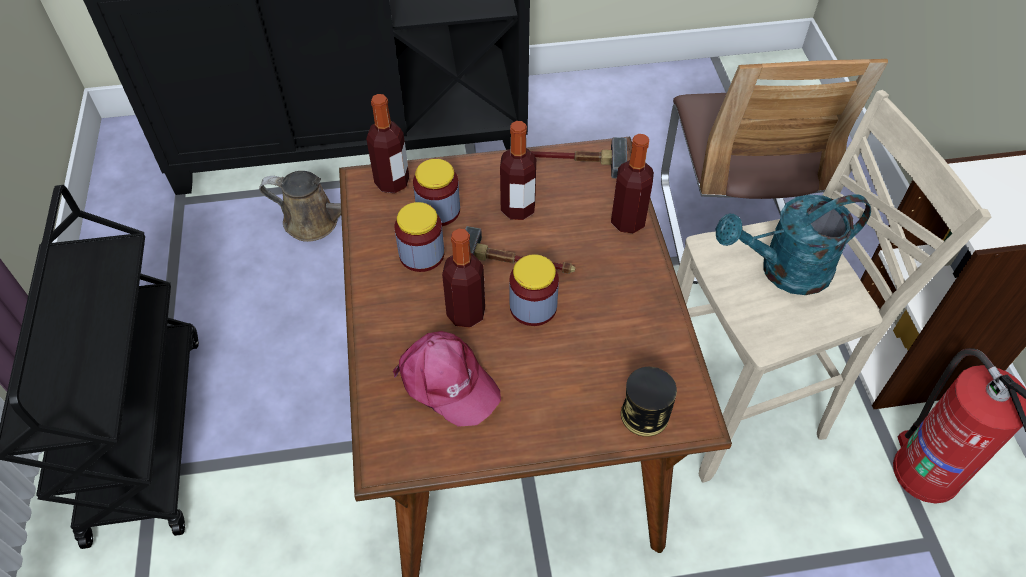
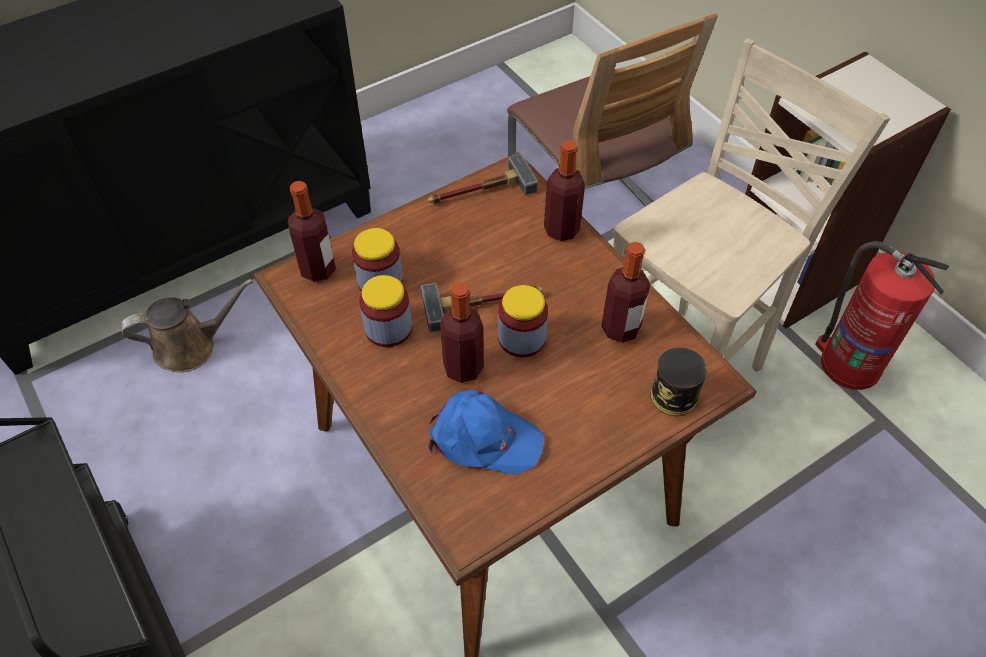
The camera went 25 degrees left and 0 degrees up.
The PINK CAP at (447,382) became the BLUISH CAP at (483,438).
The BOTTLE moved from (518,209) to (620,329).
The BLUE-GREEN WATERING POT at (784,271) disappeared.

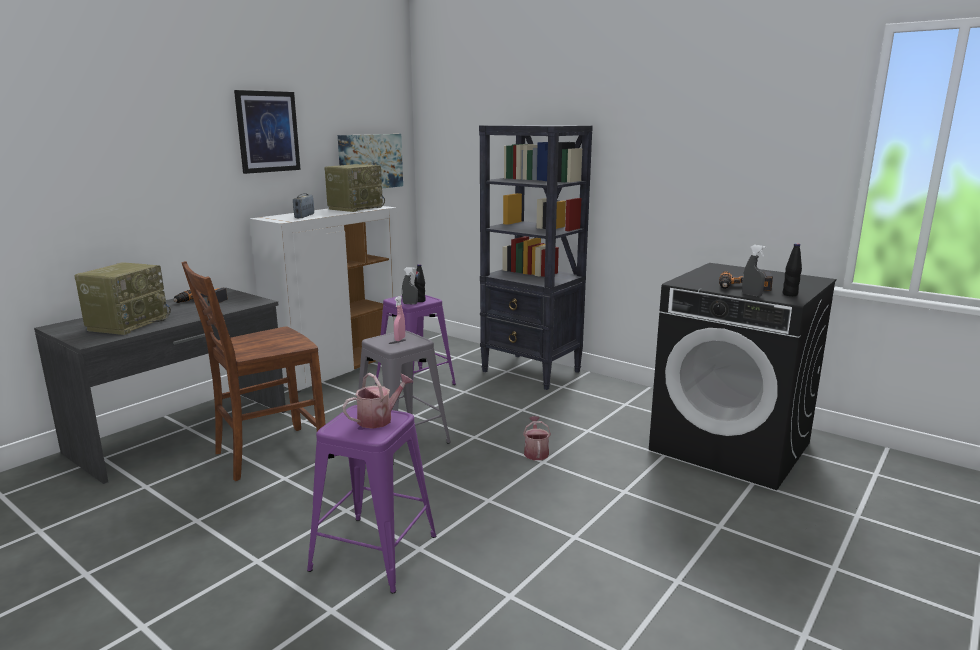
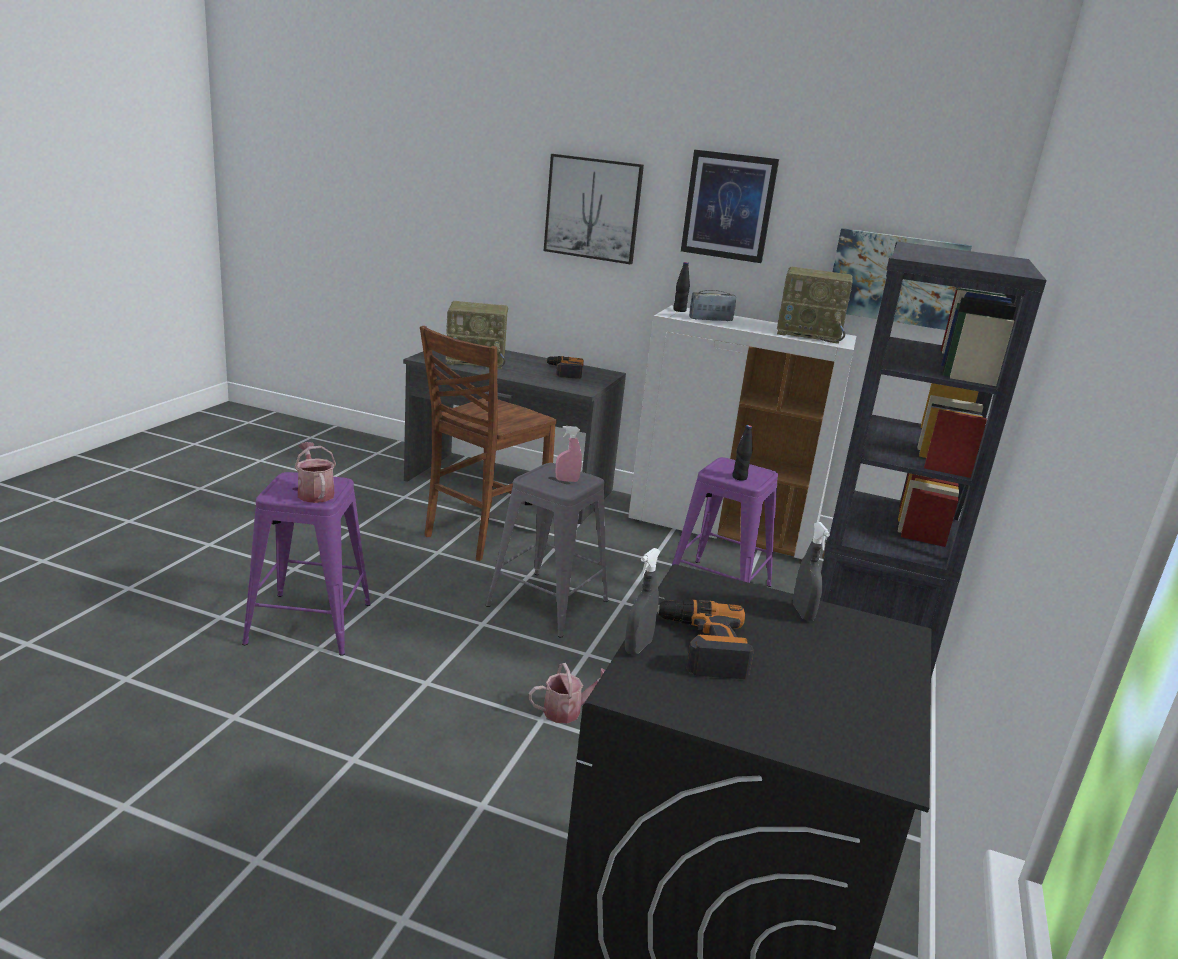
The camera went 70 degrees right and 5 degrees up.
The WATERING POT at (379,419) turned 150 degrees counterclockwise.
The BROWN-COLOURED CHAIR at (267,454) turned 90 degrees counterclockwise.
The WALL ART at (593,209) appeared.
The BLACK BOTTLE moved from (790,294) to (679,310).
The GREYISH SPRAYER moved from (410,304) to (803,613).

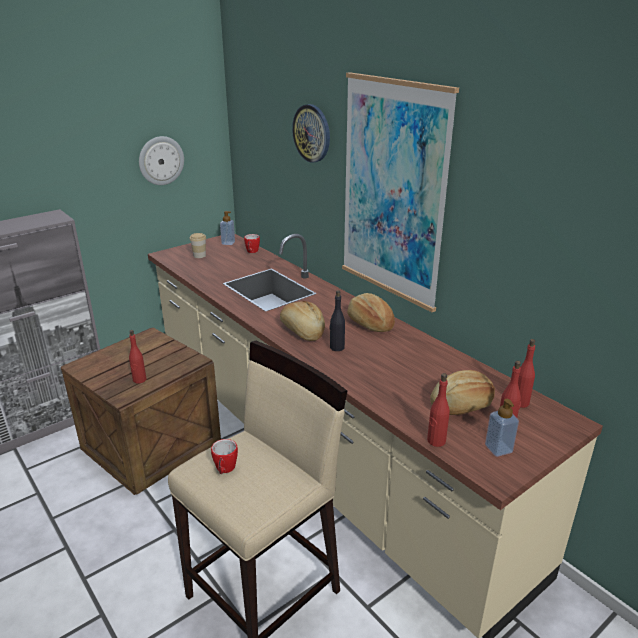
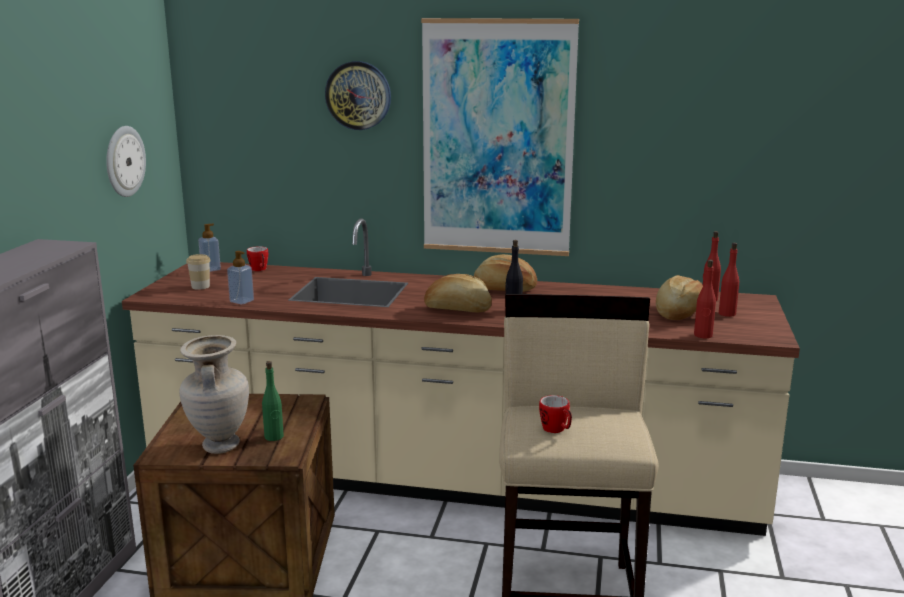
The camera went 40 degrees left and 10 degrees down.
The SAND-COLOURED DECORATIVE VASE at (219,446) appeared.
The SOAP DISPENSER moved from (498,449) to (241,301).
The RED-COLOURED BOTTLE at (139,380) became the GREENISH BOTTLE at (274,437).

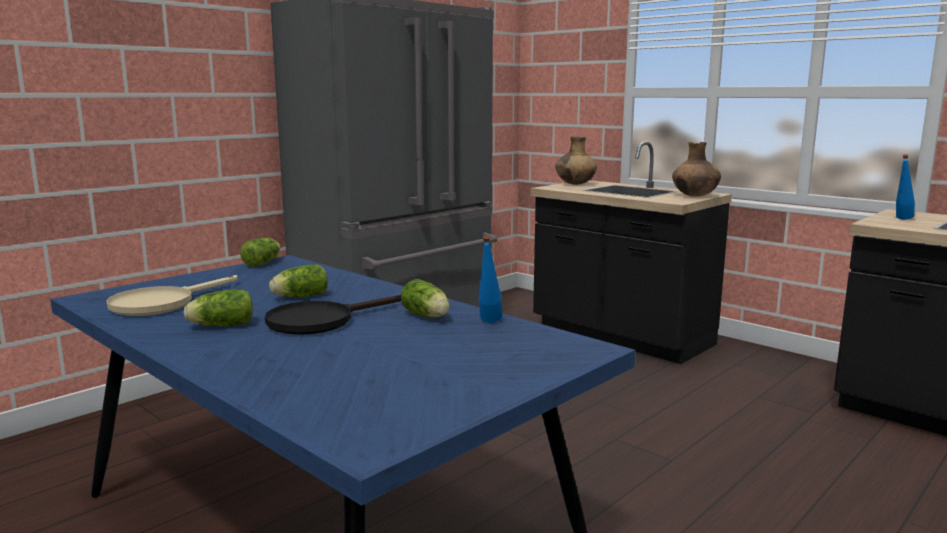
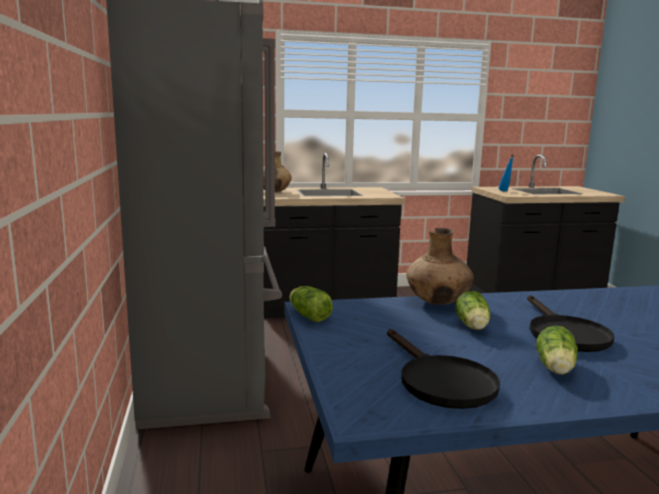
The camera went 55 degrees left and 0 degrees up.
The SAND-COLOURED SKILLET at (161,303) became the BLACK SKILLET at (439,381).
The BROWN-COLOURED DECORATIVE VASE moved from (695,196) to (438,302).
The LETTUCE at (427,316) disappeared.
The BLUISH BOTTLE at (489,323) disappeared.

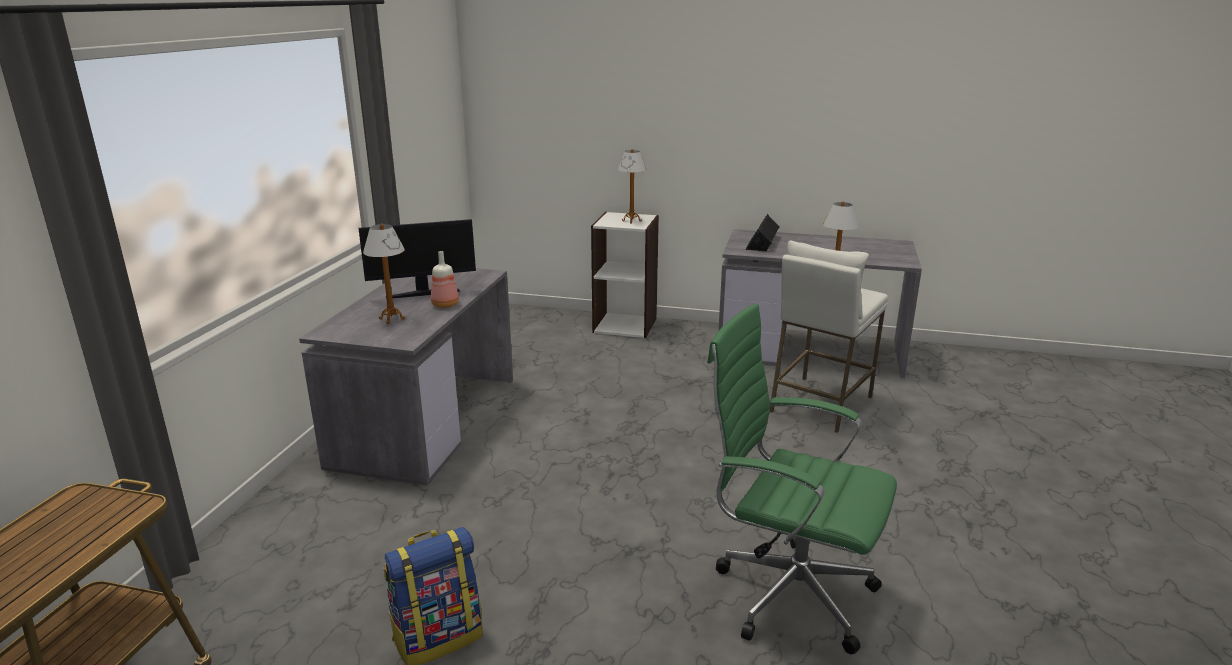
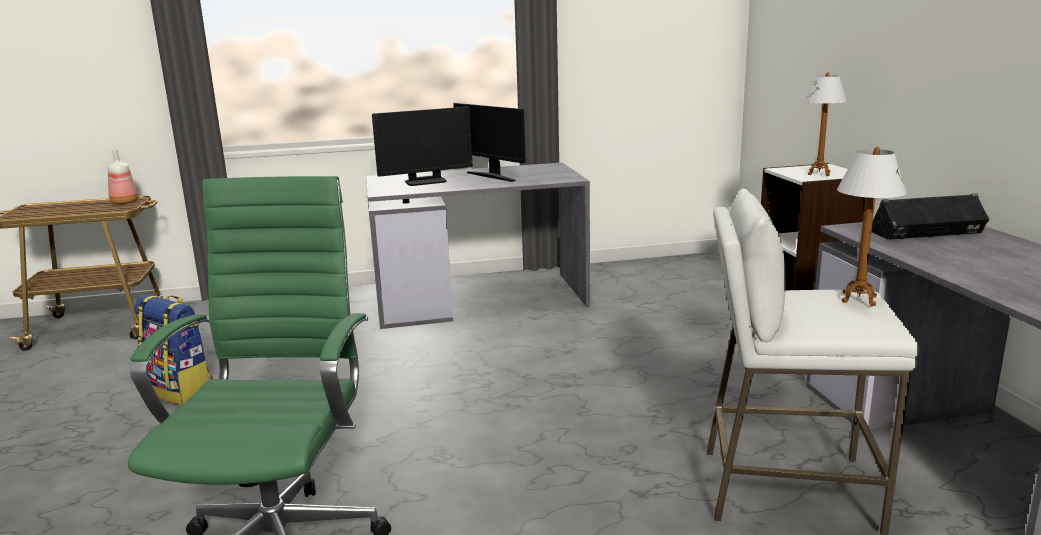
The camera went 65 degrees right and 5 degrees down.
The BOTTLE moved from (445,305) to (123,203).
The LAMP FOR A TABLE at (392,319) was replaced by the MONITOR at (425,181).

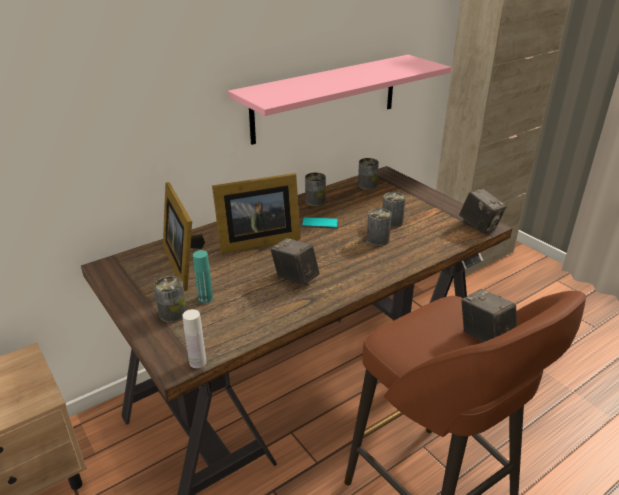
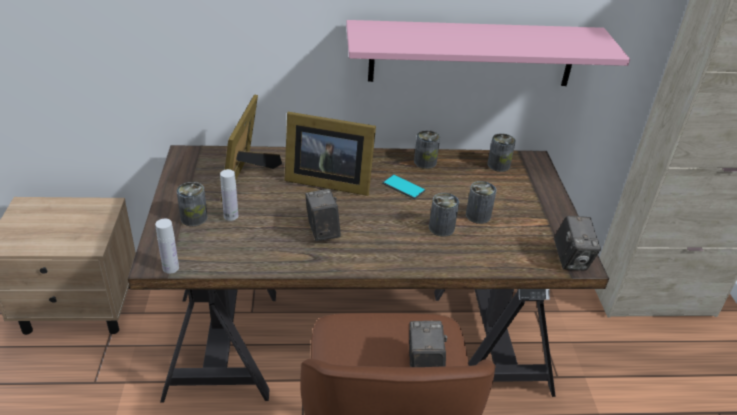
The camera went 30 degrees right and 5 degrees up.
The BLUE-GREEN BOTTLE at (205,298) became the WHITE BOTTLE at (231,216).

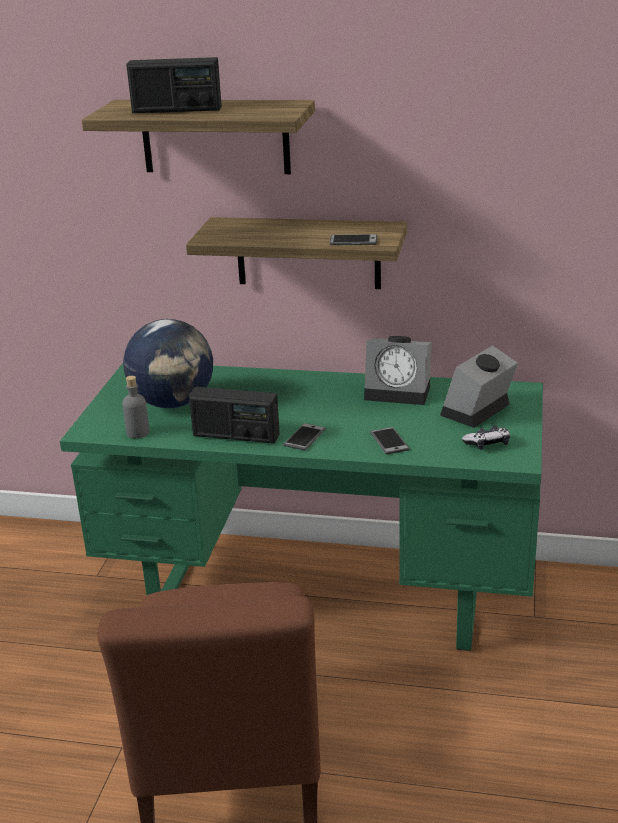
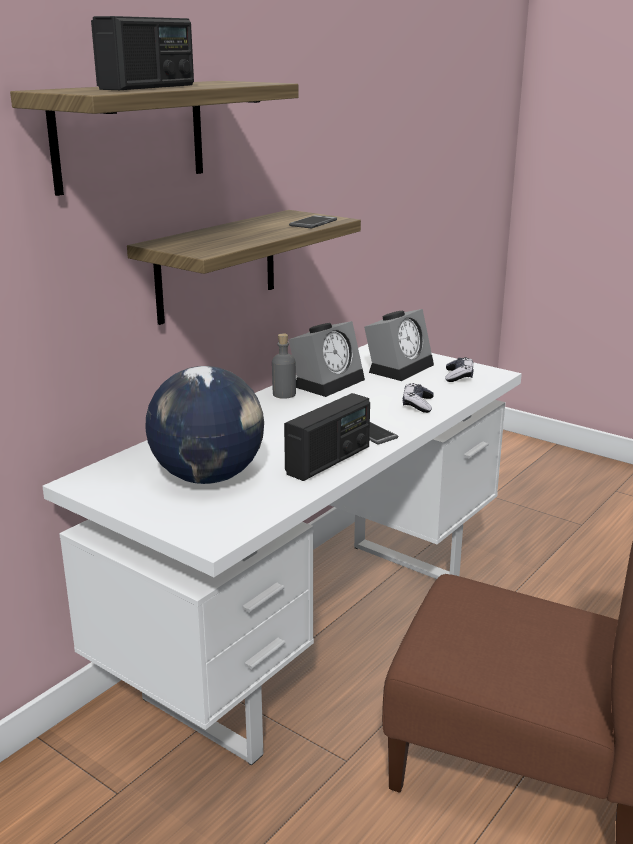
The camera went 65 degrees left and 5 degrees down.
The GREENISH DESK UNIT at (319,594) became the WHITE DESK UNIT at (315,632).
The GREYISH BOTTLE moved from (138,432) to (284,394).
The ALARM CLOCK at (476,411) turned 120 degrees counterclockwise.
The HANDSET at (389,441) was replaced by the GAME CONTROLLER at (417,404).

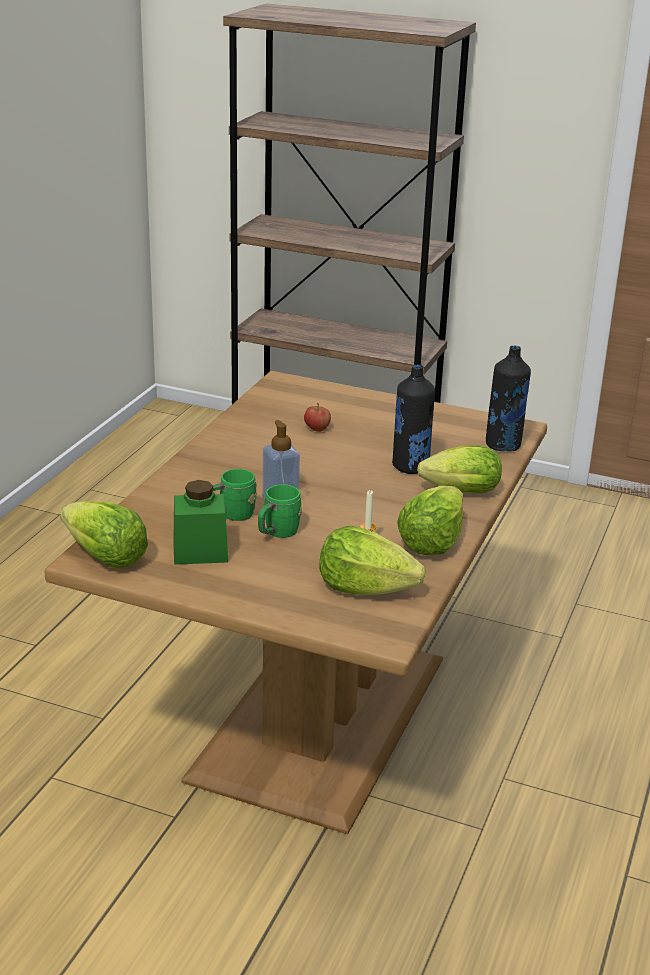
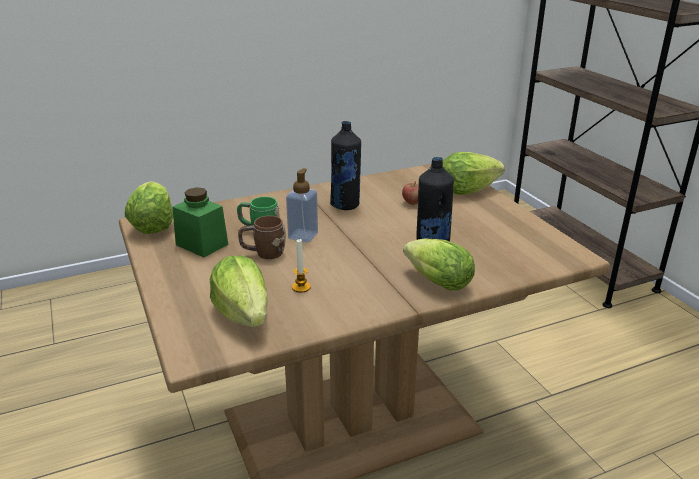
The camera went 45 degrees right and 0 degrees up.
The GREENISH MUG at (277,533) became the BROWN-COLOURED MUG at (263,254).
The BLACK BOTTLE moved from (503,445) to (345,205).
The LETTUCE moved from (431,543) to (466,190).

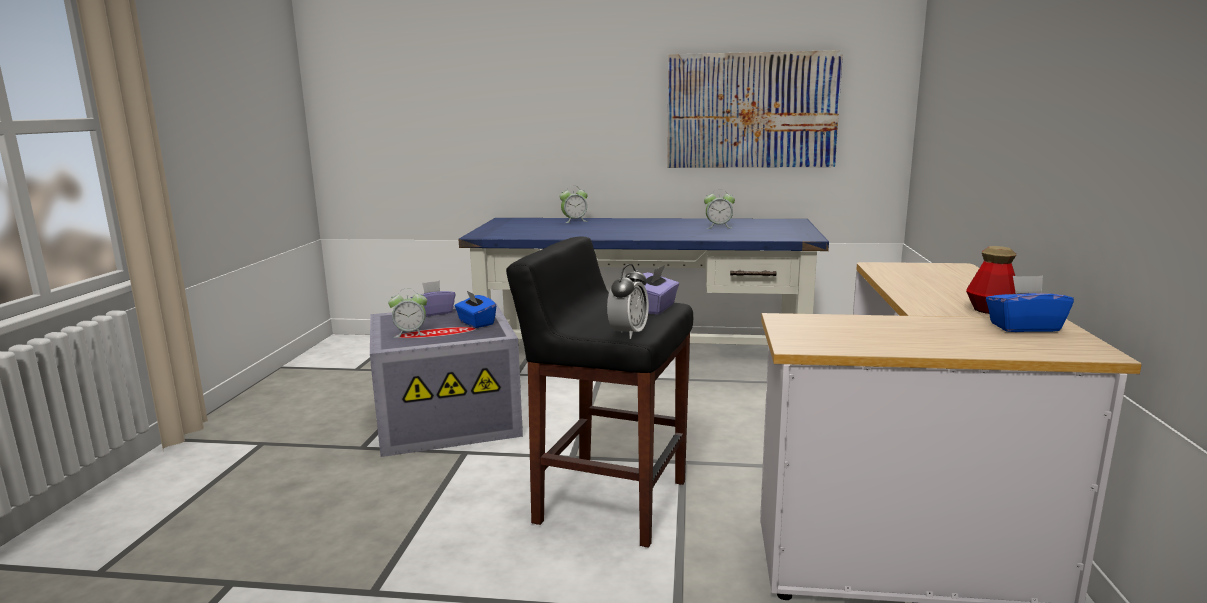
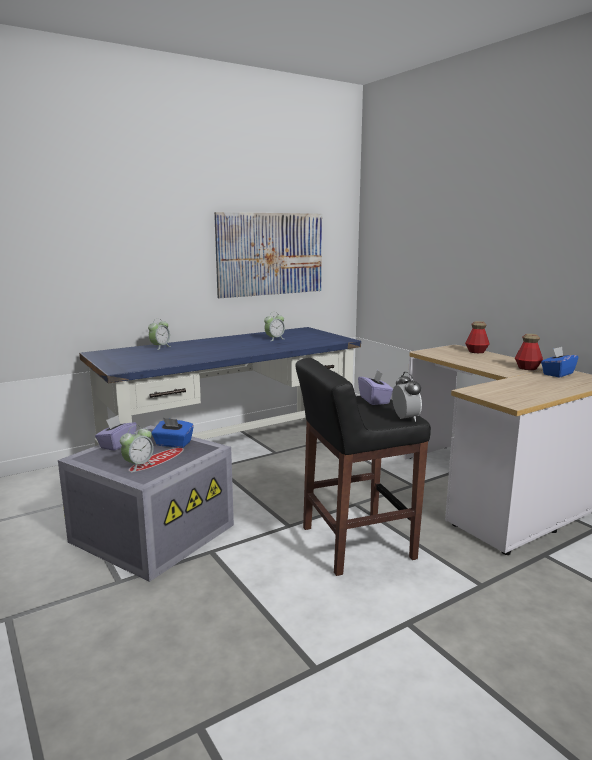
The camera went 40 degrees left and 0 degrees up.
The BOTTLE at (476,352) appeared.

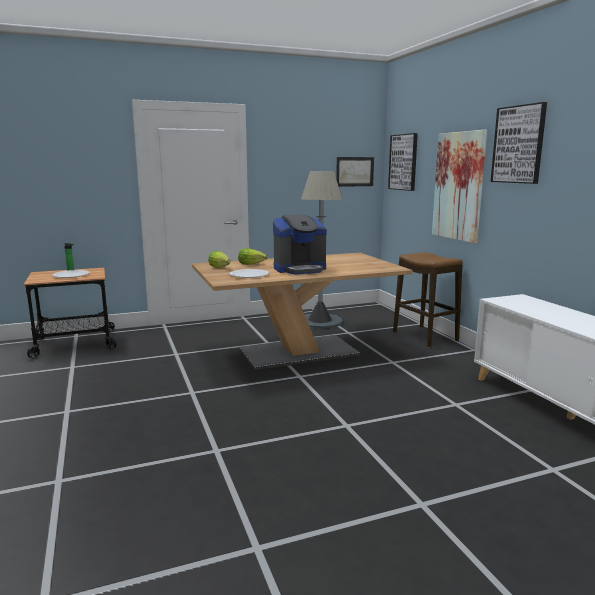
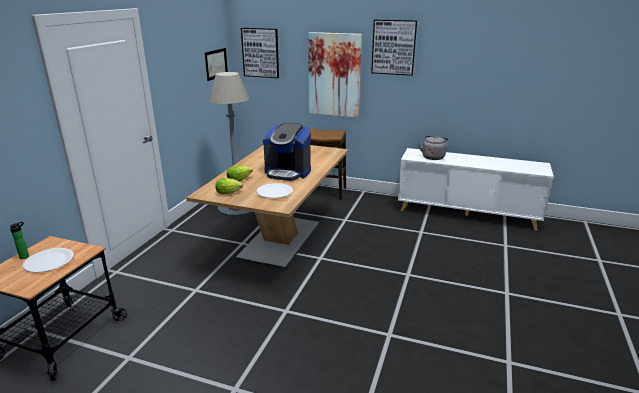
The camera went 50 degrees left and 10 degrees up.
The COFFEE MAKER at (300,269) turned 90 degrees clockwise.
The GREYISH WATER KETTLE at (433,157) appeared.

